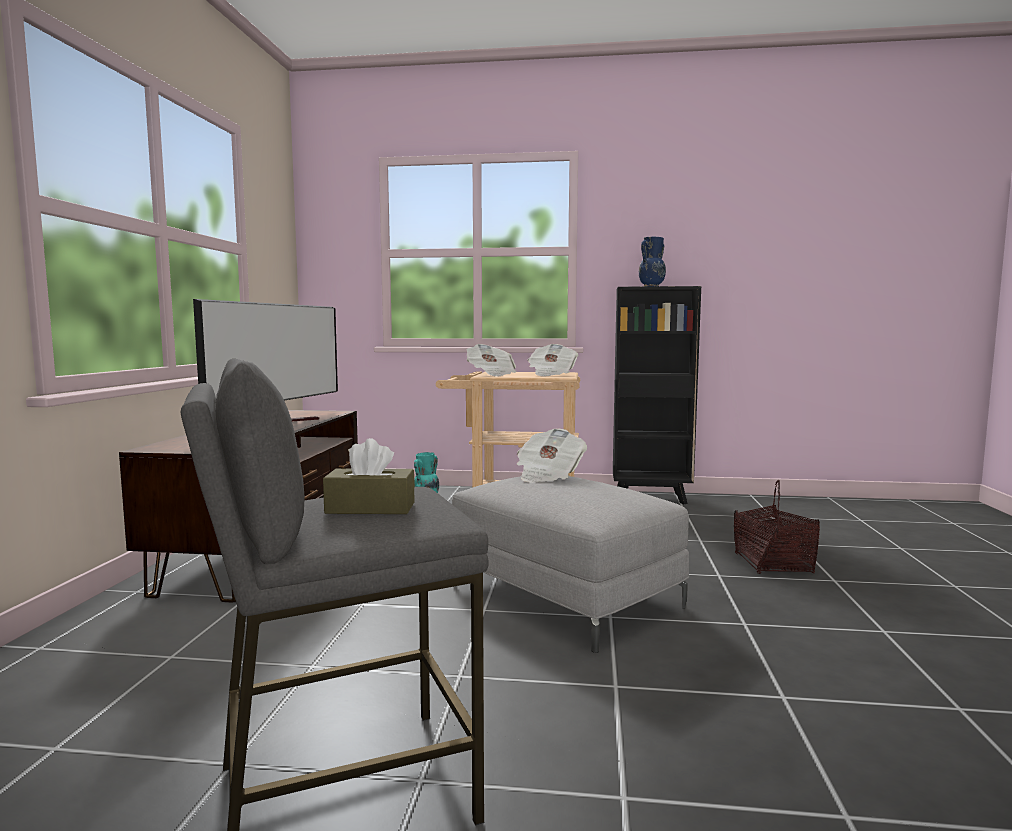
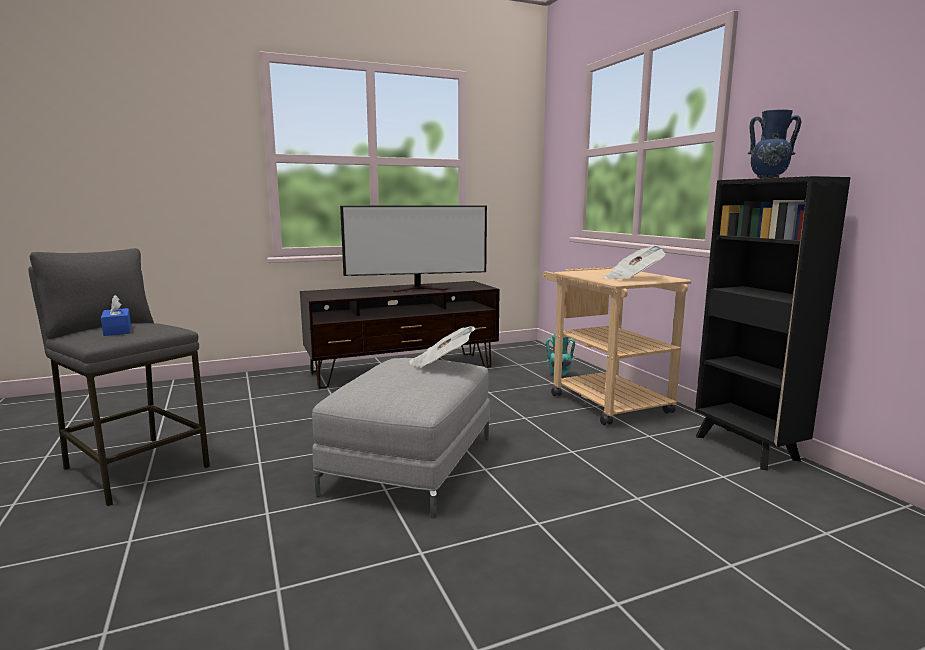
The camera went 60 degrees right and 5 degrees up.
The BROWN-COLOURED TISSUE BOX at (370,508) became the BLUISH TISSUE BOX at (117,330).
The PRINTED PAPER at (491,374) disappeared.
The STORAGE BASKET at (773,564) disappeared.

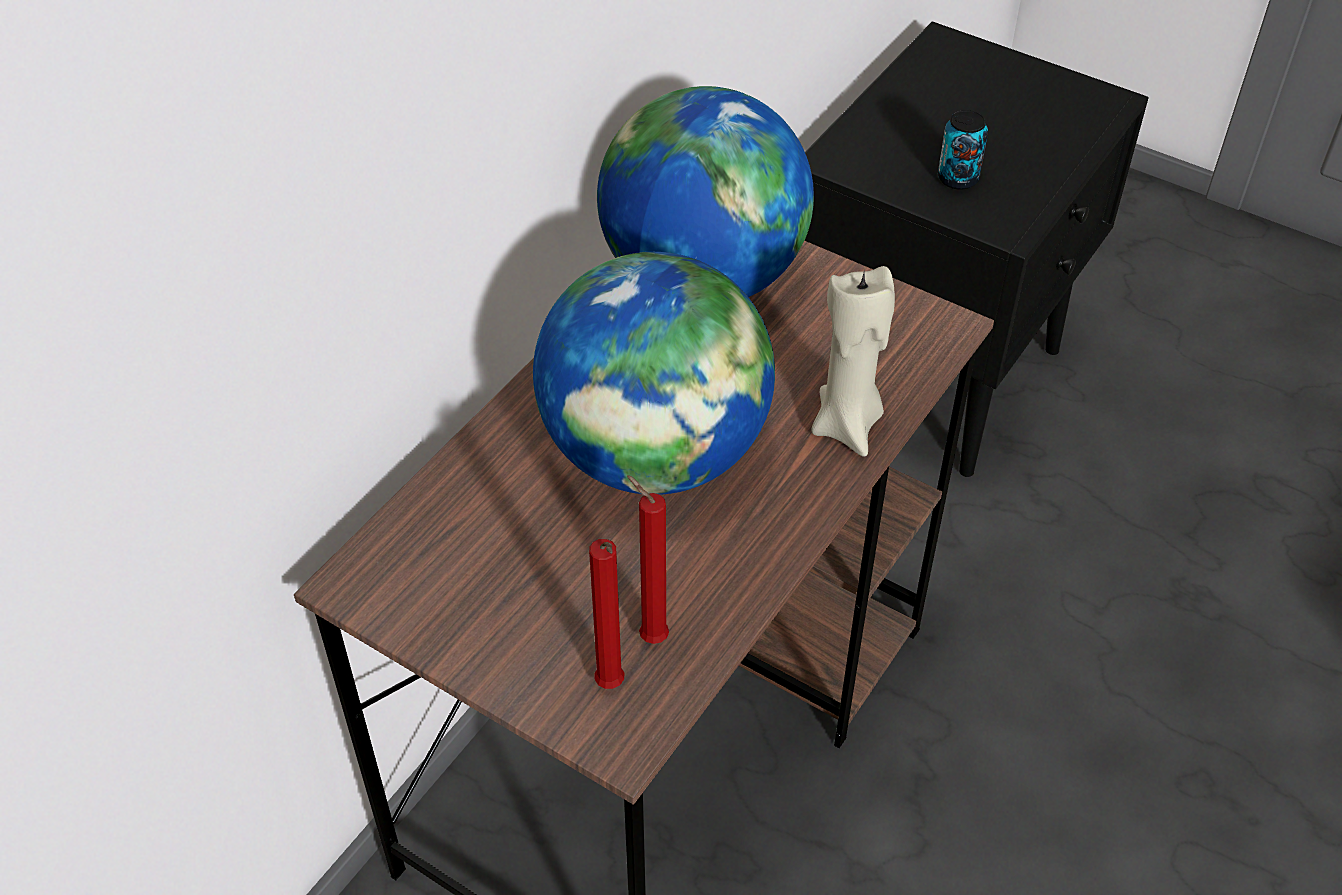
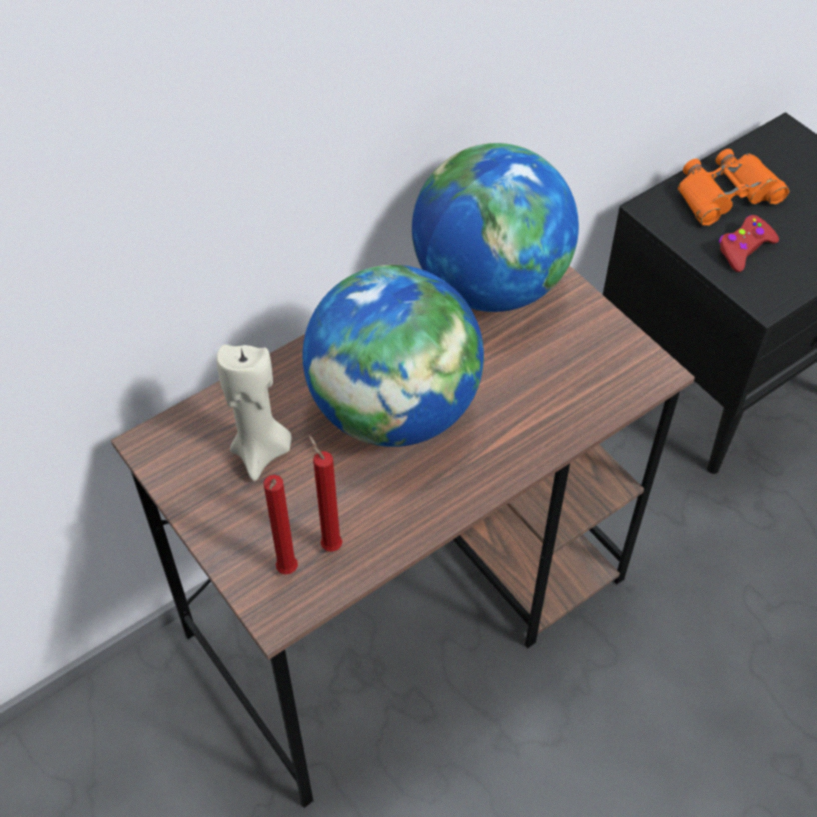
The camera went 20 degrees right and 5 degrees up.
The SAND-COLOURED WAX LIGHT moved from (847,425) to (261,452).
The ORANGE-COLOURED PAIR OF BINOCULARS at (726,195) appeared.
The METAL CAN at (958,178) was replaced by the RED-COLOURED GAME CONTROLLER at (744,249).

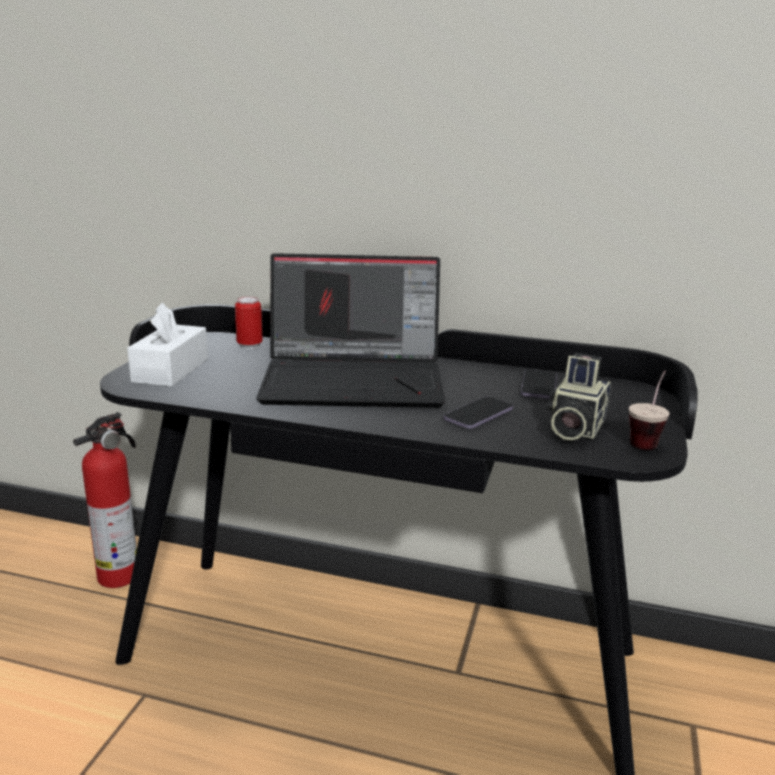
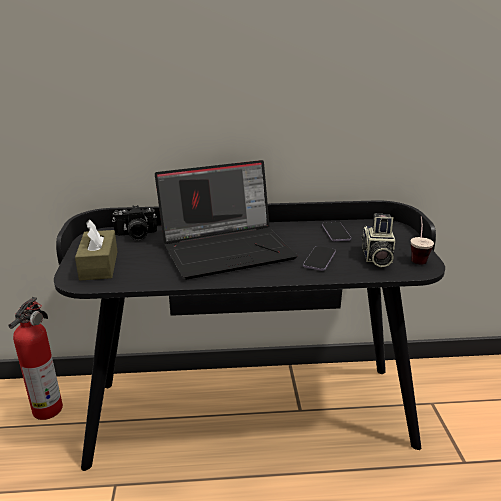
The camera went 20 degrees left and 5 degrees up.
The WHITE TISSUE BOX at (171,370) became the BROWN-COLOURED TISSUE BOX at (99,265).
The METAL CAN at (249,346) was replaced by the STILL CAMERA at (136,235).

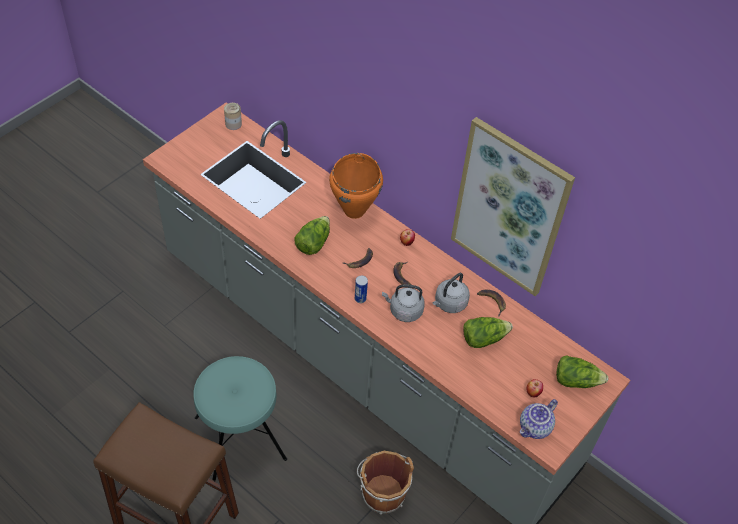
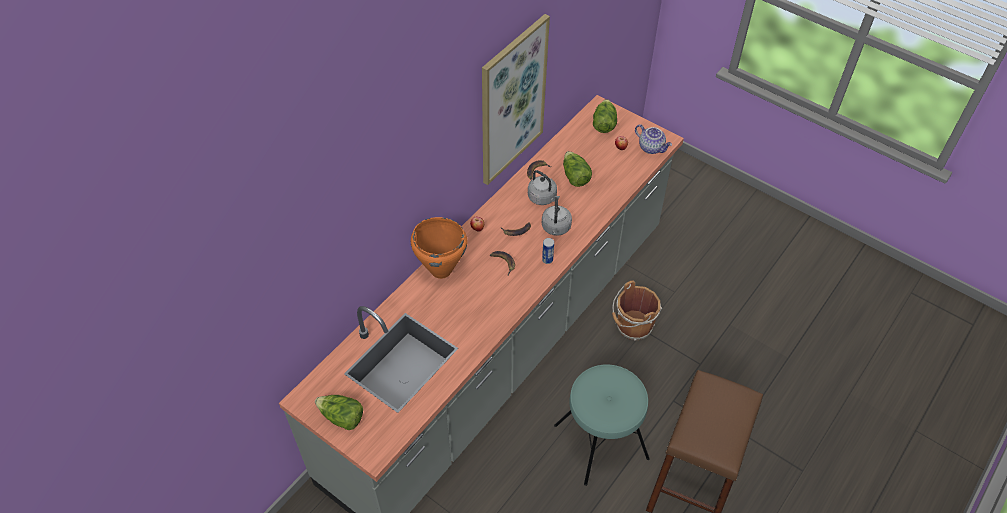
The camera went 90 degrees left and 0 degrees up.
The LETTUCE moved from (313,242) to (341,417).
The METAL CAN at (233,124) disappeared.

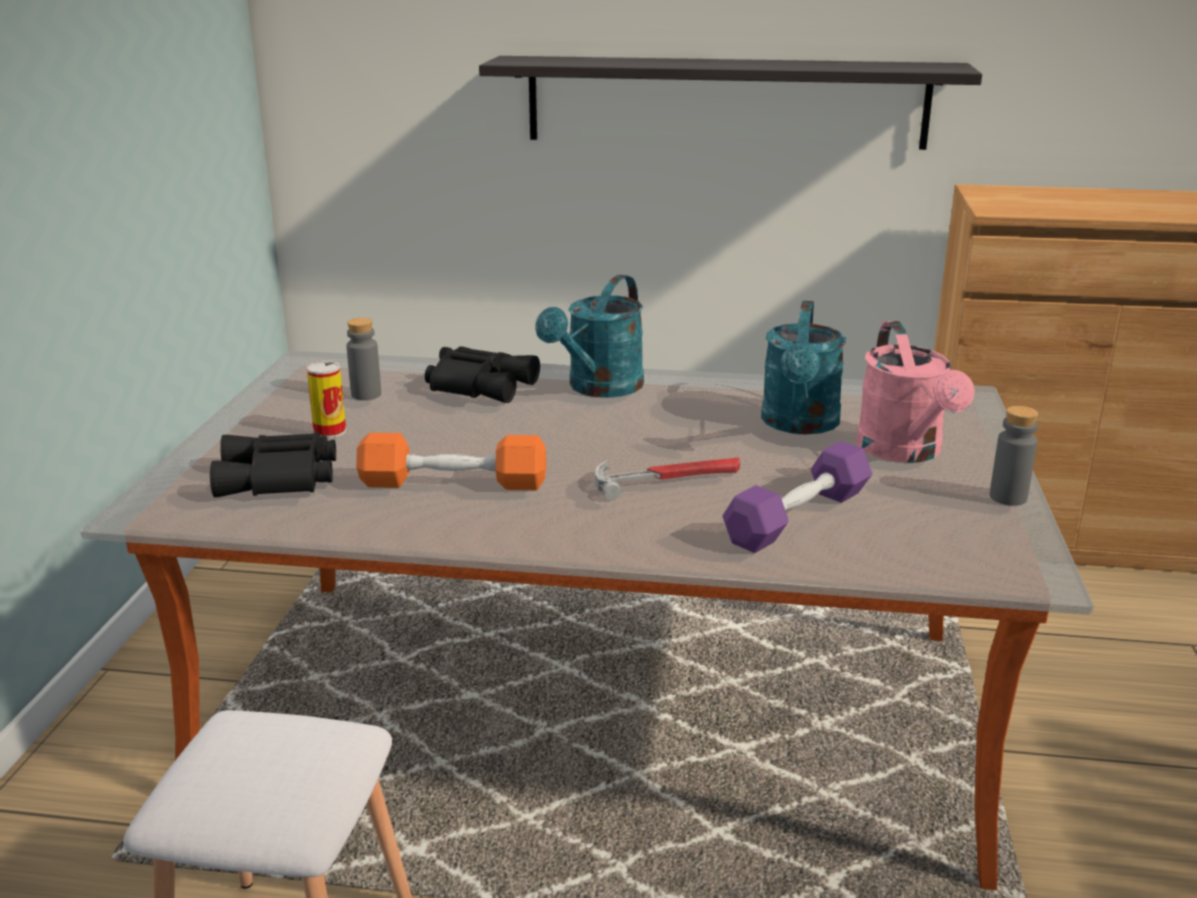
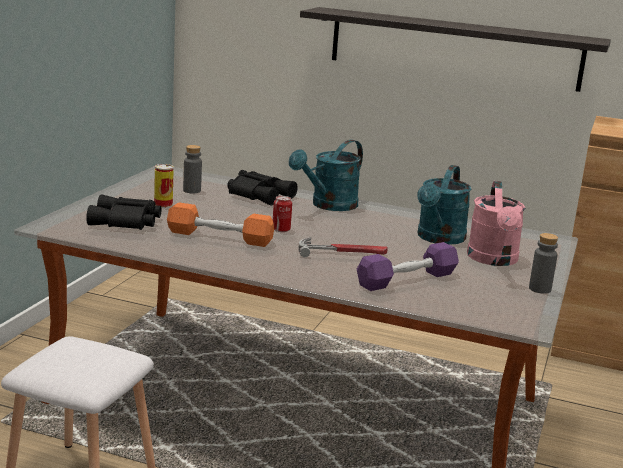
The camera went 10 degrees right and 5 degrees down.
The METAL CAN at (281,230) appeared.

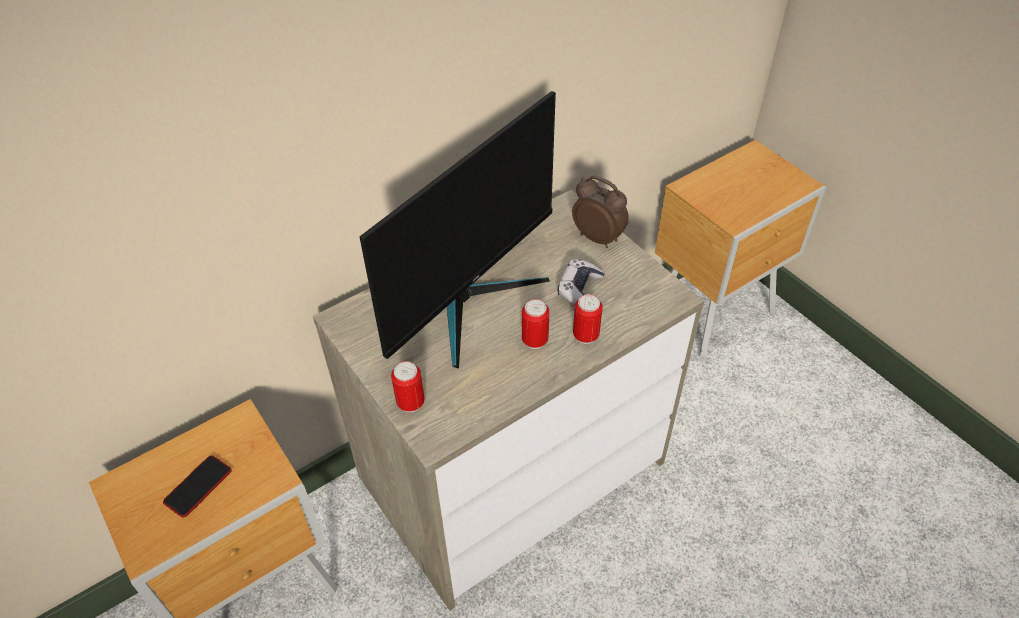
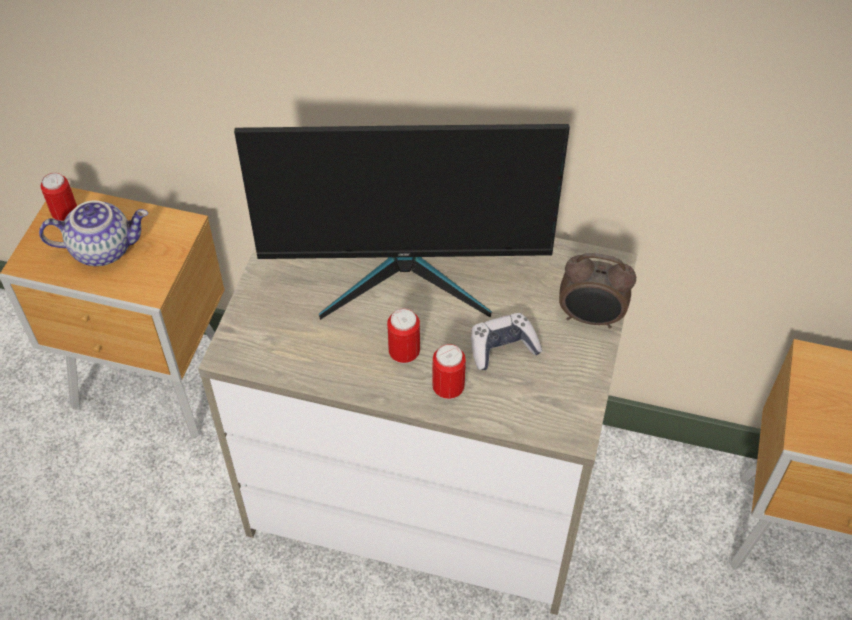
The camera went 50 degrees right and 5 degrees up.
The HANDSET at (198,486) was replaced by the POT FOR TEA at (103,248).
The METAL CAN moved from (410,403) to (65,214).
The ALARM CLOCK at (598,237) turned 105 degrees clockwise.

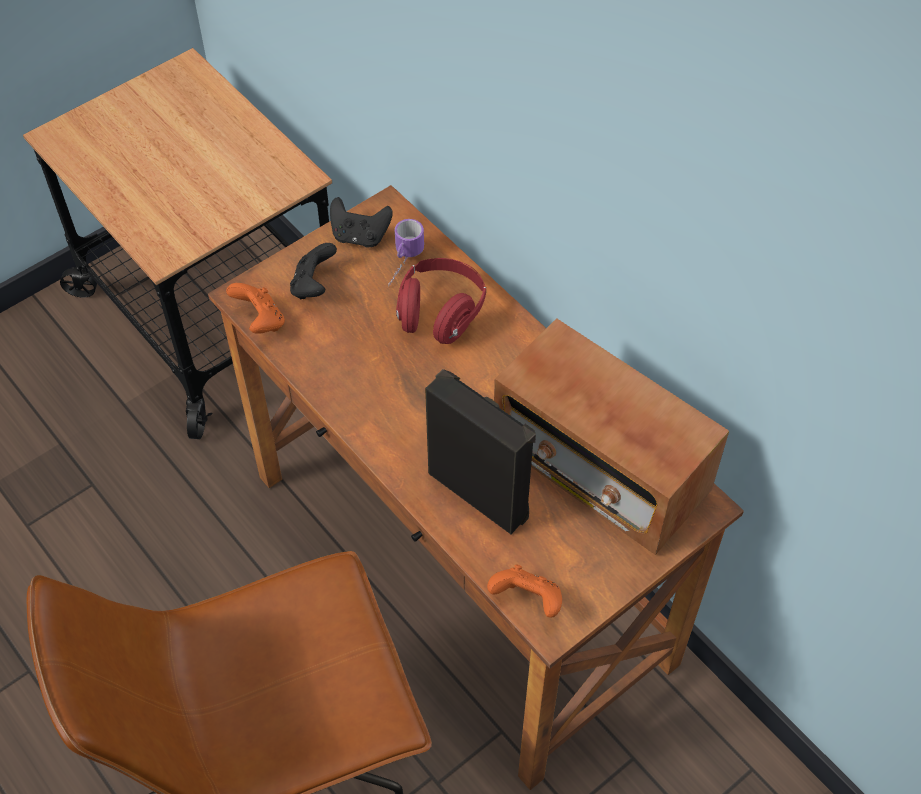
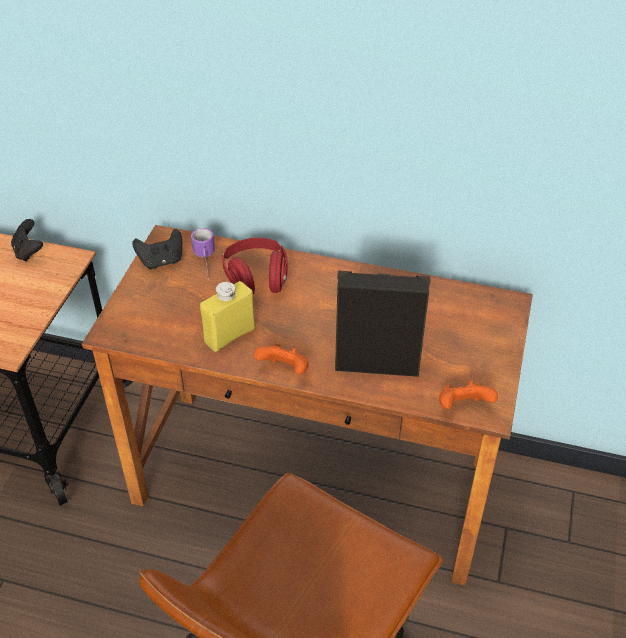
The camera went 35 degrees left and 10 degrees down.
The BLACK GAME CONTROLLER moved from (313,286) to (29,252).
The YELLOWISH BOTTLE at (230,335) appeared.
The ORANGE-COLOURED GAME CONTROLLER moved from (260,321) to (284,370).
The RADIO SET at (599,467) disappeared.

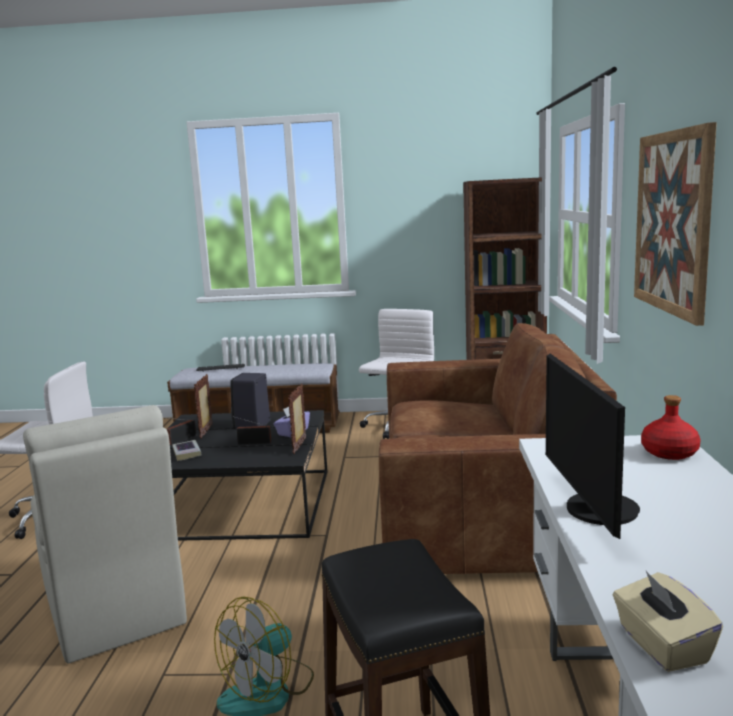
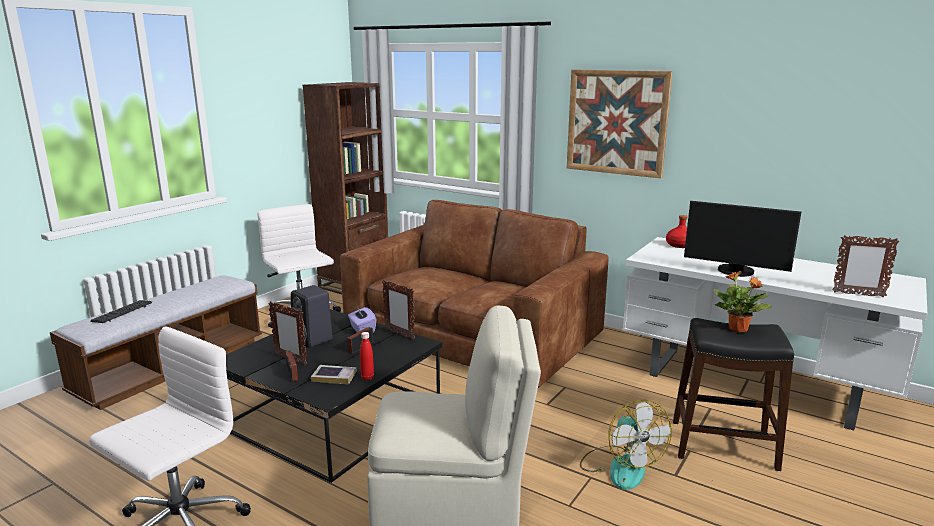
The camera went 60 degrees left and 5 degrees up.
The RED-COLOURED BOTTLE at (367,377) appeared.
The HOUSEPLANT at (738,329) appeared.
The SAND-COLOURED TISSUE BOX at (662,645) was replaced by the PHOTO FRAME at (858,294).

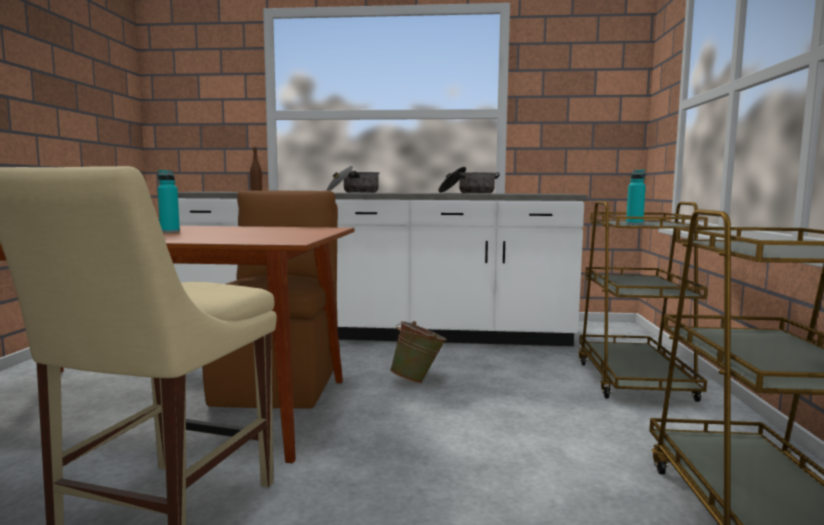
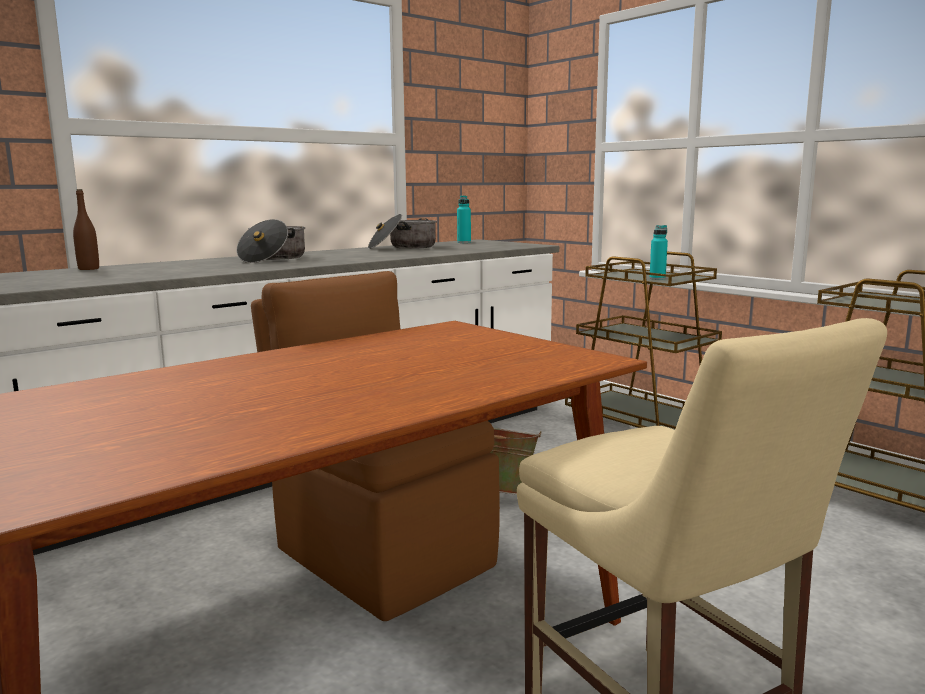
The camera went 45 degrees left and 5 degrees up.
The BLUE-GREEN BOTTLE moved from (169,232) to (464,242).

